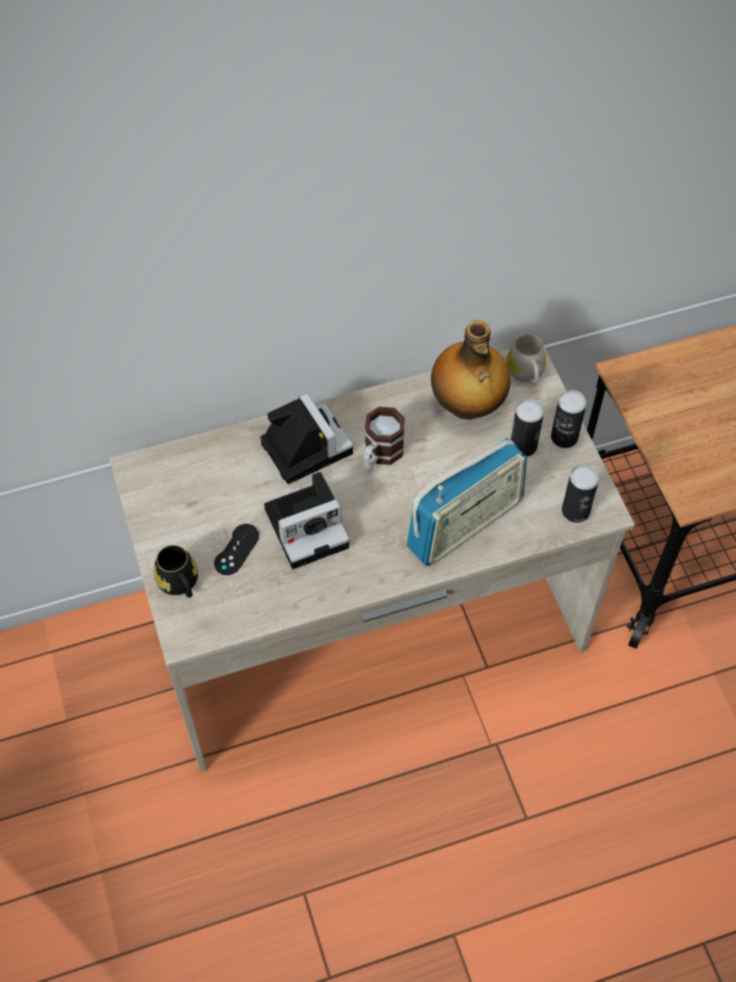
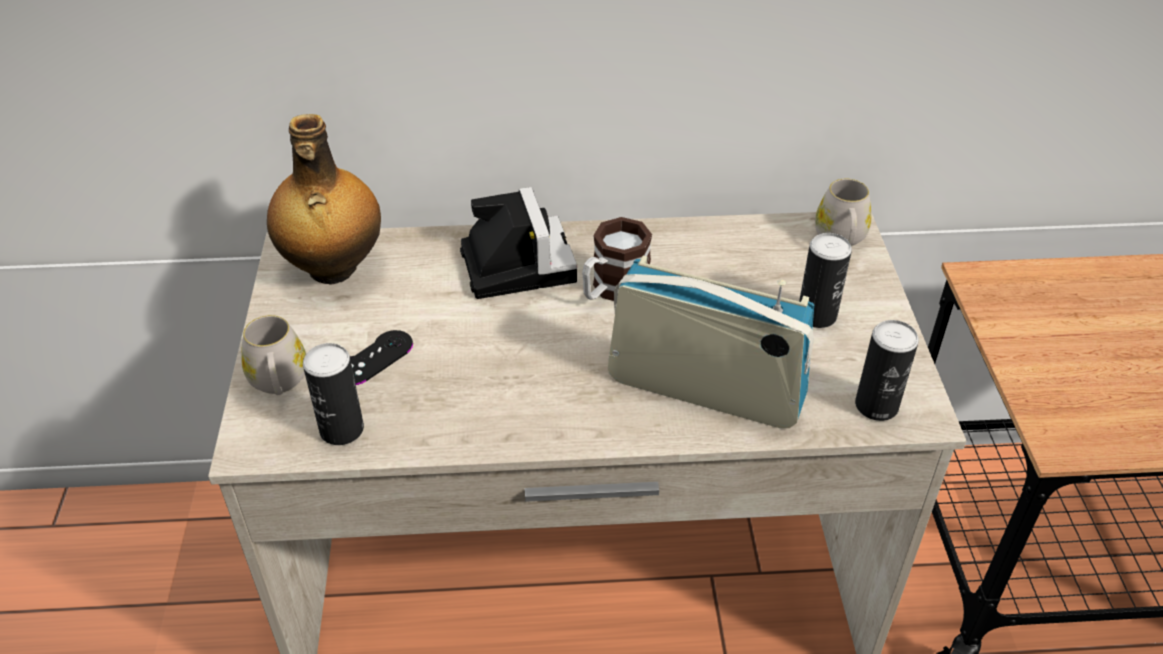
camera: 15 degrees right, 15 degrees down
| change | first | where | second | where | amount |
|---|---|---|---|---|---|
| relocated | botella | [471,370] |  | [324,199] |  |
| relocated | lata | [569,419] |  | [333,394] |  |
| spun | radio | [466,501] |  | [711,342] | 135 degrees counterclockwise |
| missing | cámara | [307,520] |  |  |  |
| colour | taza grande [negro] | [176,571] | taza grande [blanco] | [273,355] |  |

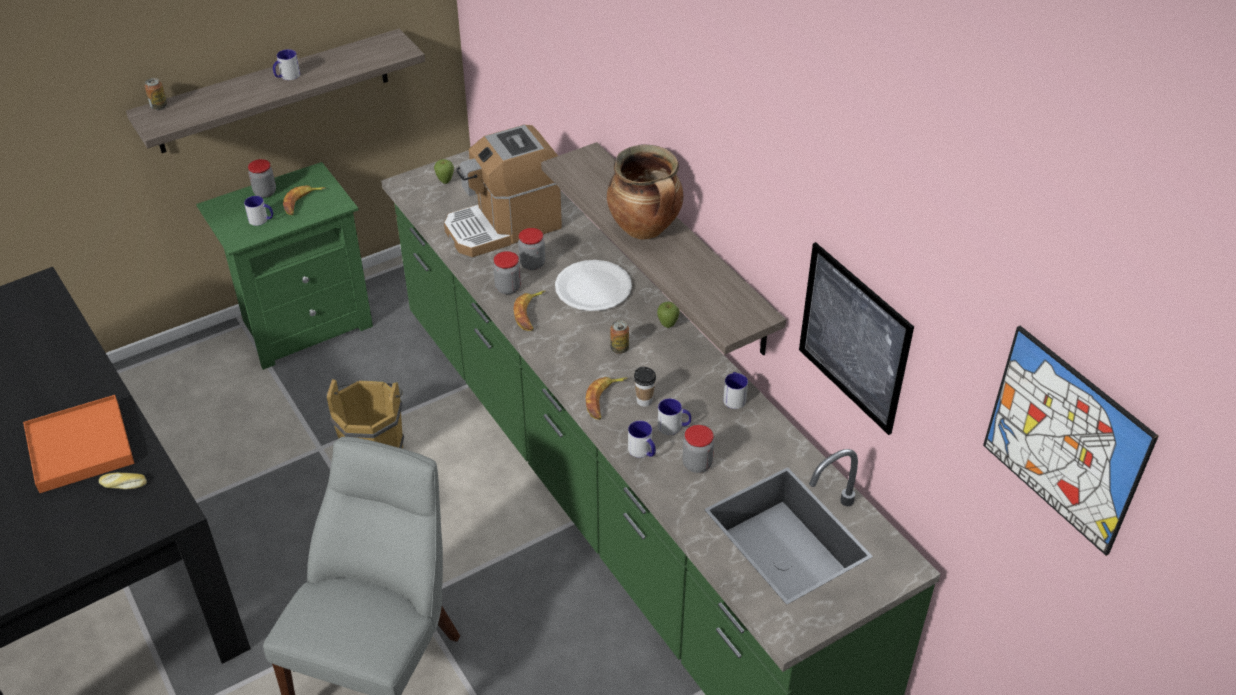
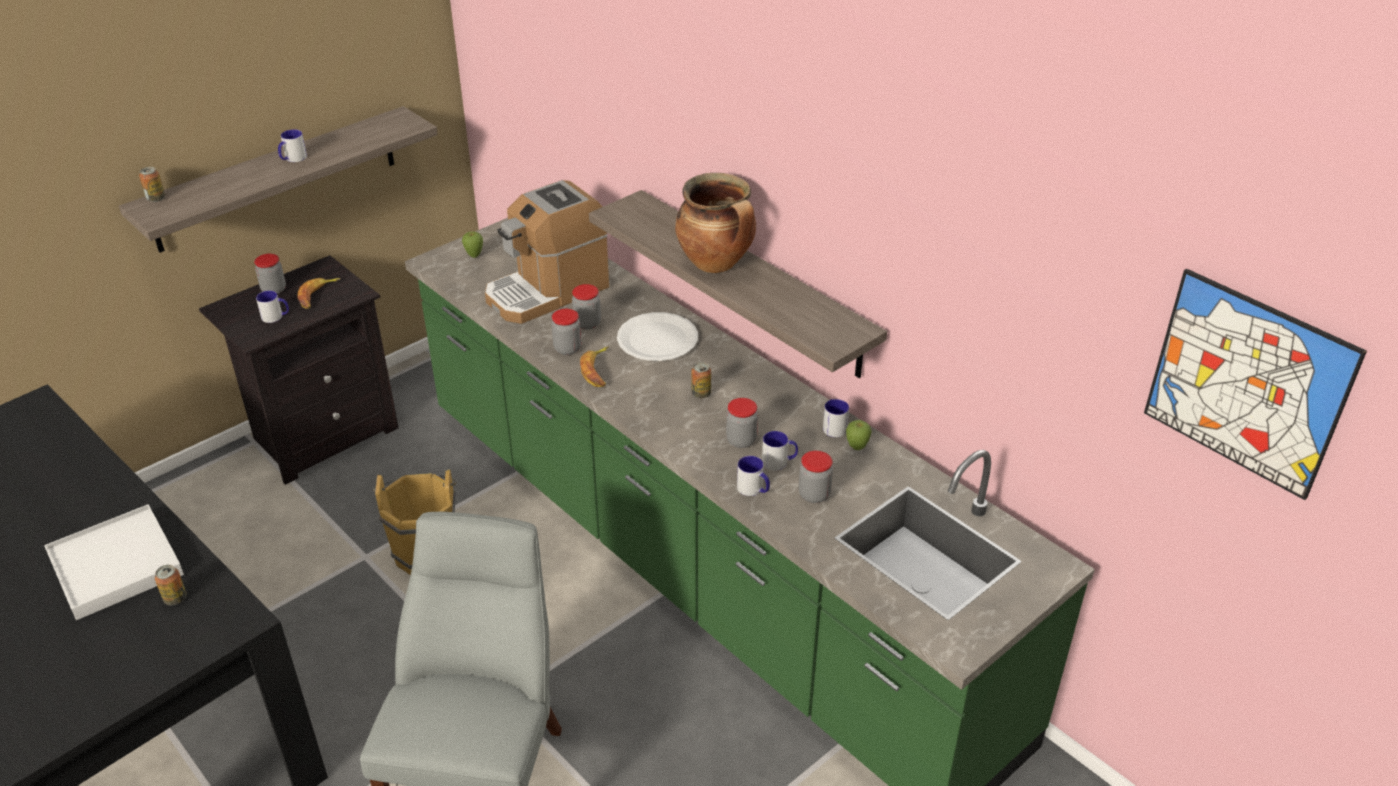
camera: 10 degrees left, 5 degrees down
| change | first | where | second | where | amount |
|---|---|---|---|---|---|
| colour | mesita de noche [verde] | [284,266] | mesita de noche [negro] | [299,370] |  |
| missing | cuadro | [856,338] |  |  |  |
| relocated | manzana | [668,315] |  | [859,435] |  |
| exchanged | taza | [645,387] | tarro | [742,423] |  |
| missing | plátano | [607,398] |  |  |  |
| colour | bandeja [naranja] | [78,444] | bandeja [blanco] | [114,562] |  |
| exchanged | pan | [123,480] | lata | [171,585] |  |

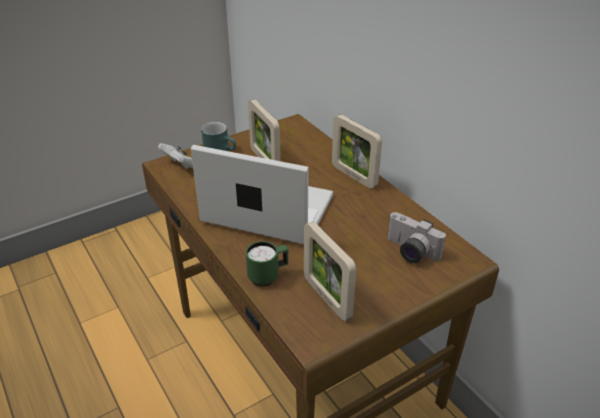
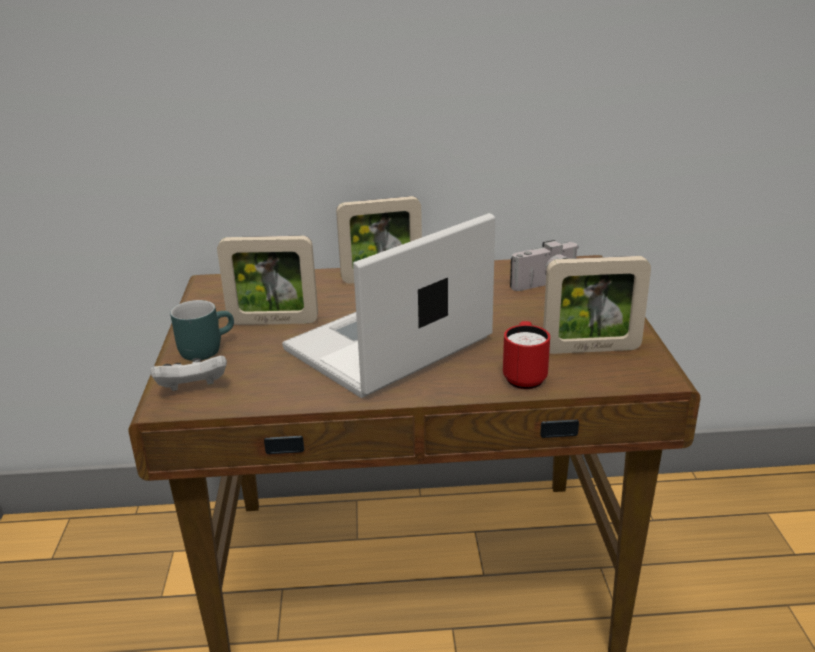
camera: 60 degrees left, 10 degrees down
| change | first | where | second | where | amount |
|---|---|---|---|---|---|
| colour | taza grande [verde] | [267,264] | taza grande [rojo] | [526,355] |  |

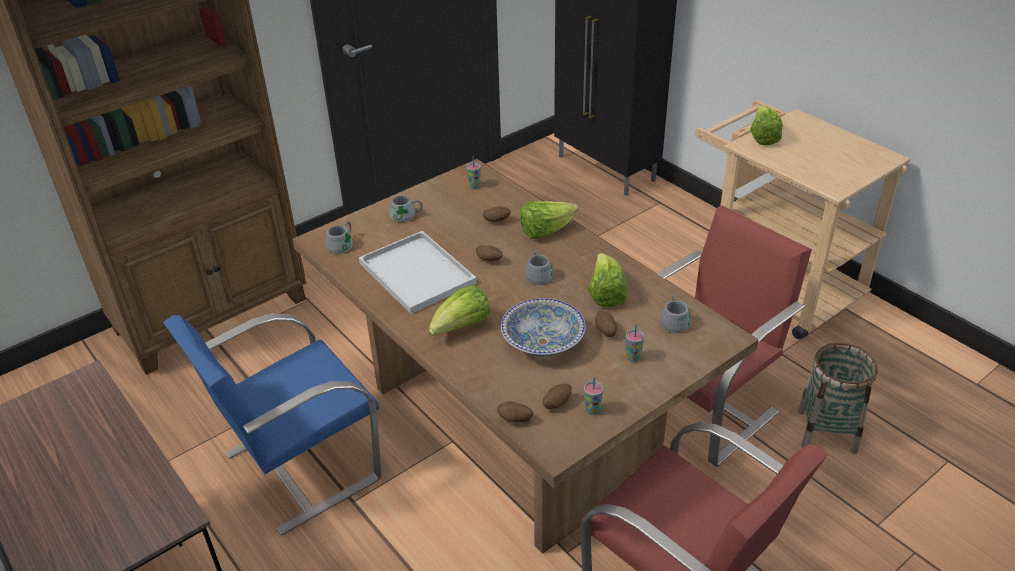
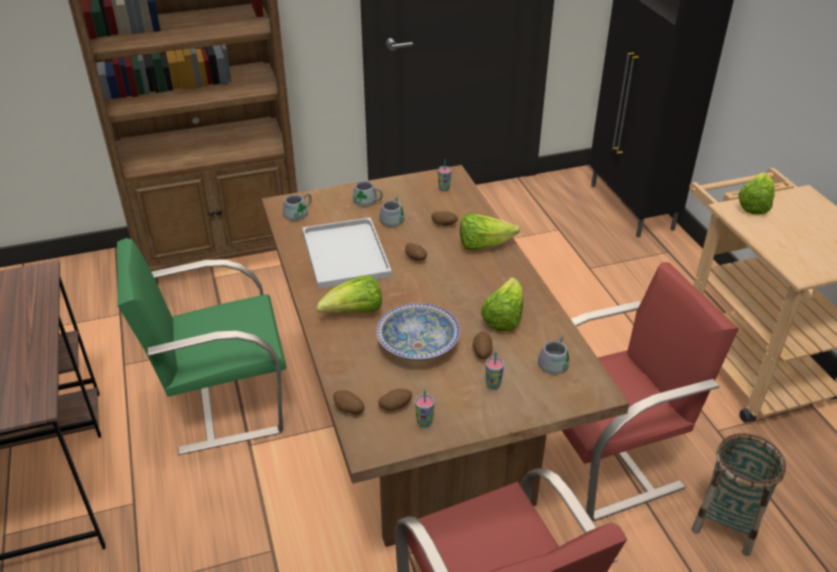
camera: 20 degrees right, 0 degrees up
| change | first | where | second | where | amount |
|---|---|---|---|---|---|
| relocated | taza grande [gris] | [541,267] |  | [394,211] |  |
| colour | silla [azul] | [272,424] | silla [verde] | [201,346] |  |

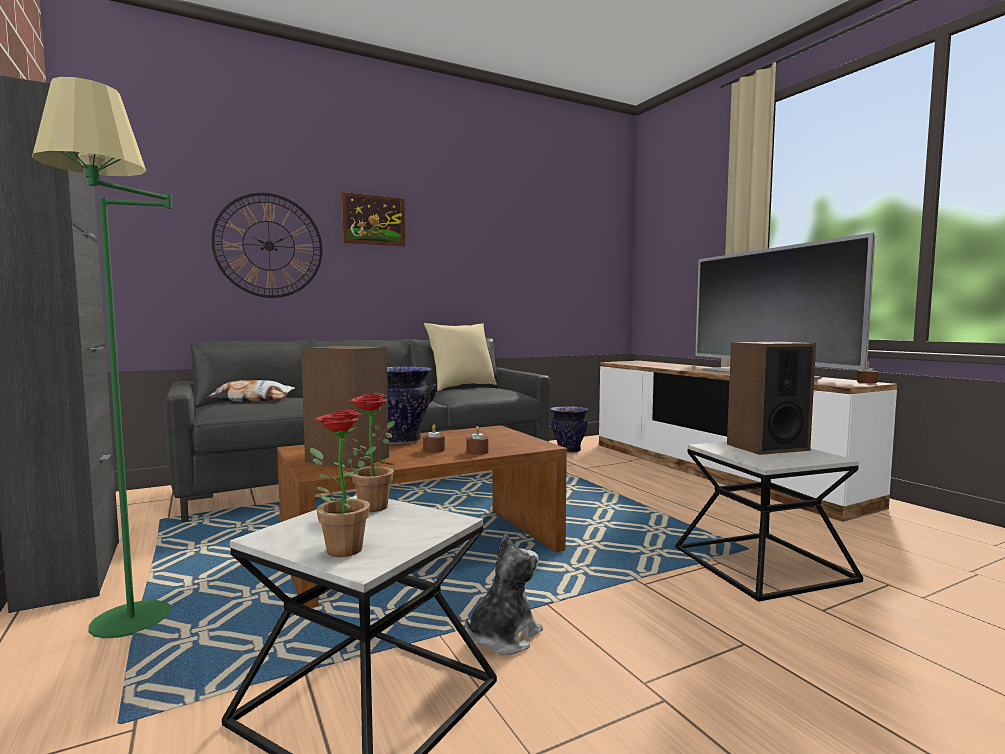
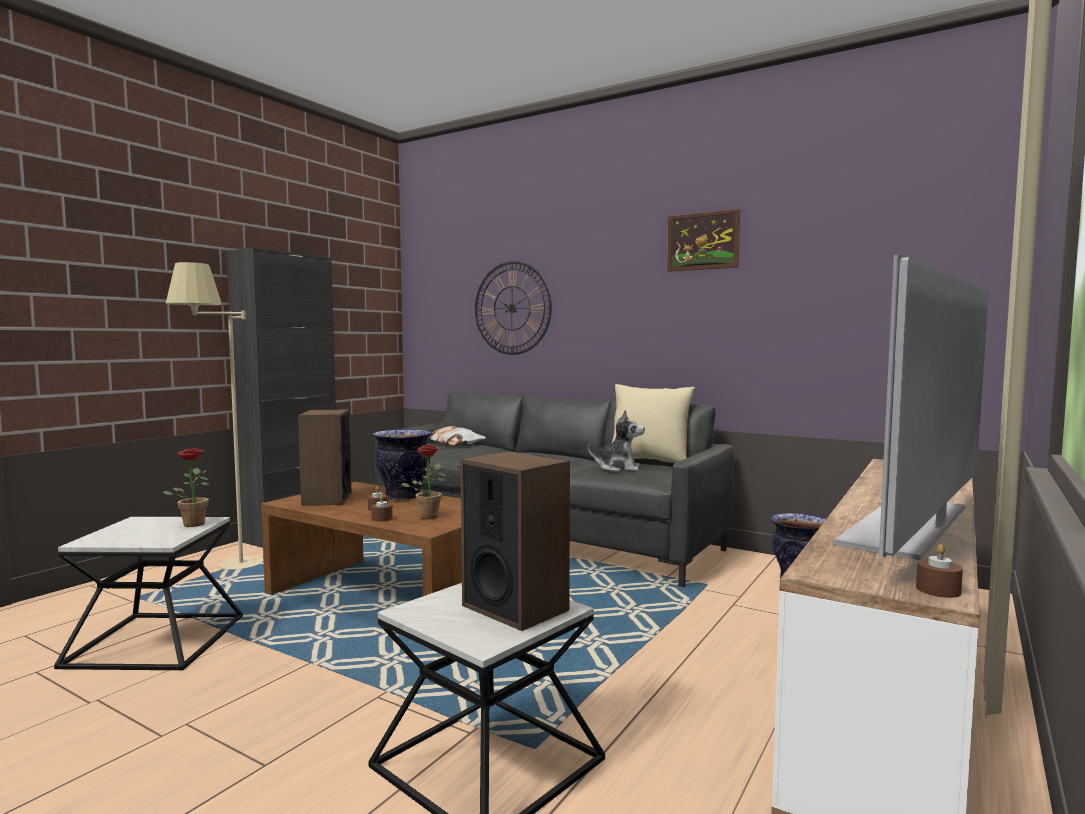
camera: 60 degrees right, 0 degrees up
| change | first | where | second | where | amount |
|---|---|---|---|---|---|
| colour | lámpara de pie [verde] | [102,357] | lámpara de pie [beis] | [214,416] |  |
| relocated | cuadro | [373,219] |  | [703,240] |  |
| relocated | planta en maceta | [343,483] |  | [424,482] |  |
| relocated | peluche | [504,594] |  | [616,441] |  |

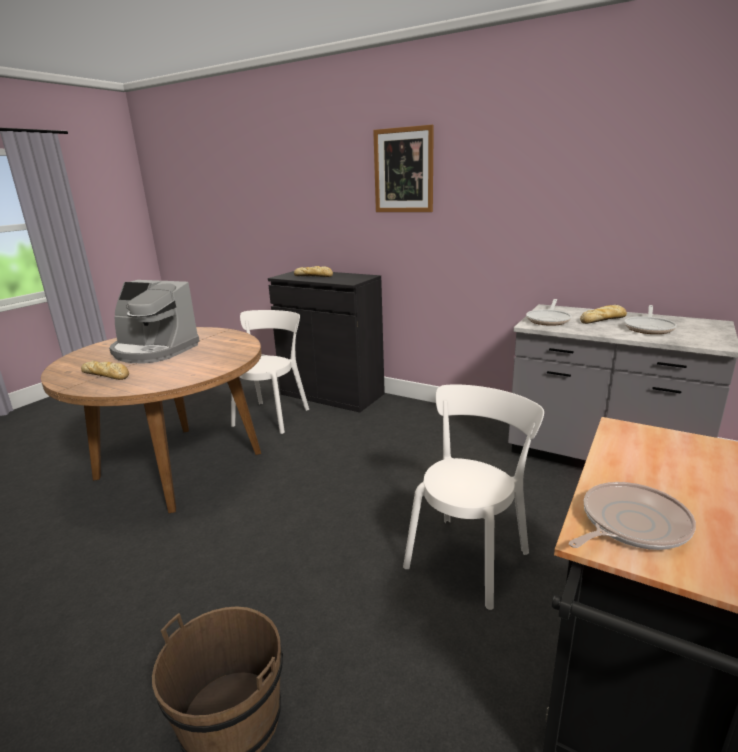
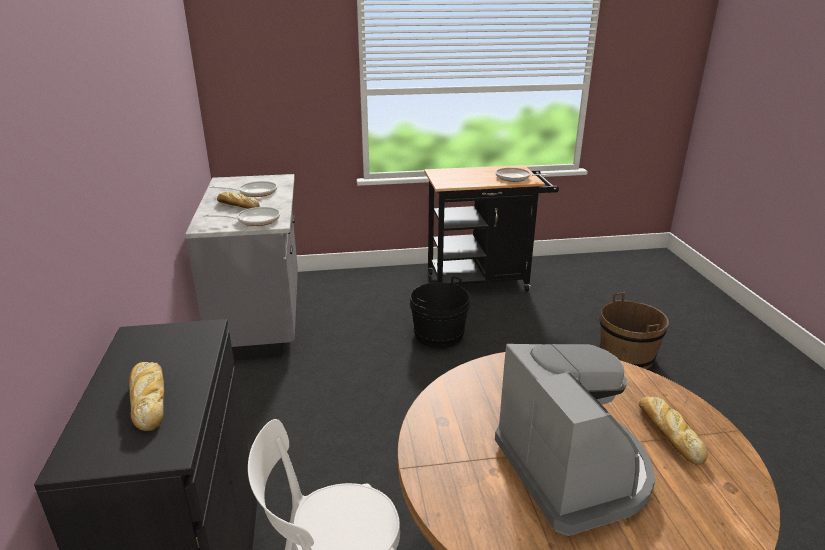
camera: 130 degrees left, 5 degrees up
| change | first | where | second | where | amount |
|---|---|---|---|---|---|
| missing | cuadro | [403,168] |  |  |  |
| exchanged | silla [blanco] | [473,497] | cubo [negro] | [440,312] |  |

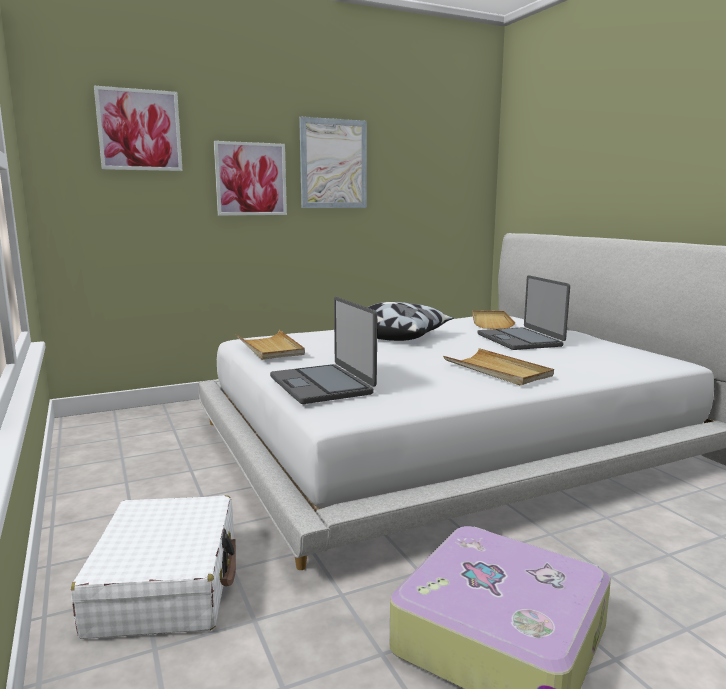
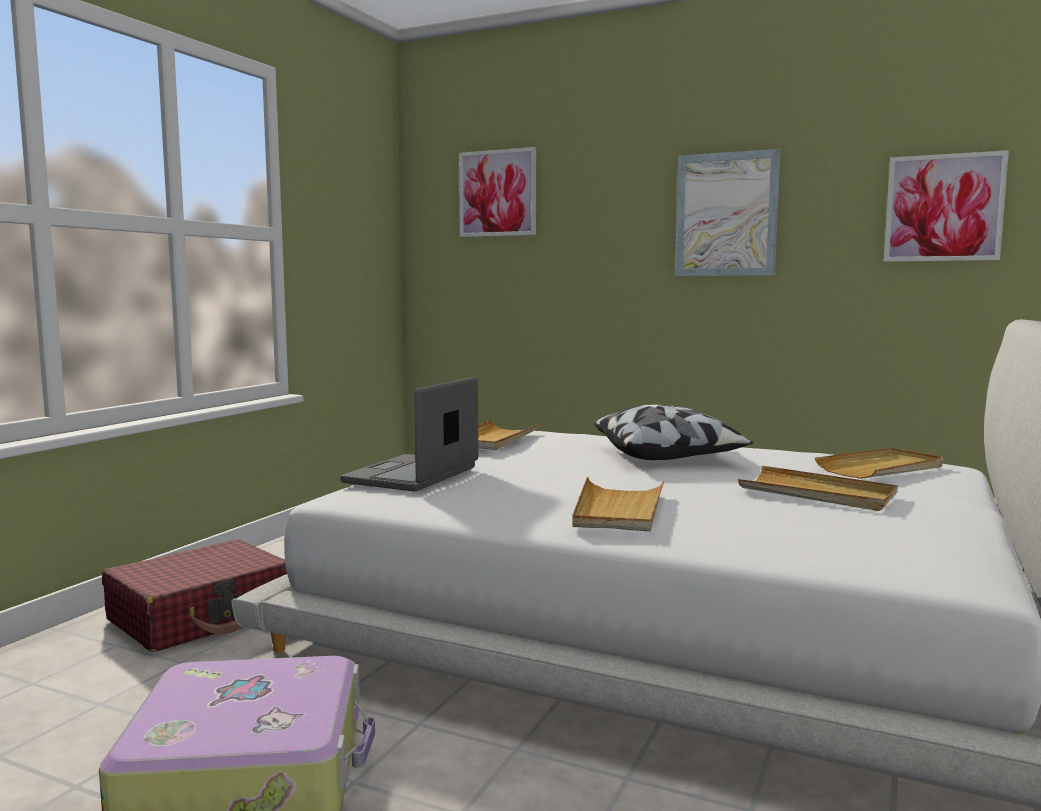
camera: 50 degrees right, 5 degrees down
| change | first | where | second | where | amount |
|---|---|---|---|---|---|
| relocated | cuadro | [250,178] |  | [946,206] |  |
| exchanged | portátil | [523,312] | bandeja [beis] | [818,488] |  |
| colour | maleta [blanco] | [153,567] | maleta [rojo] | [194,595] |  |

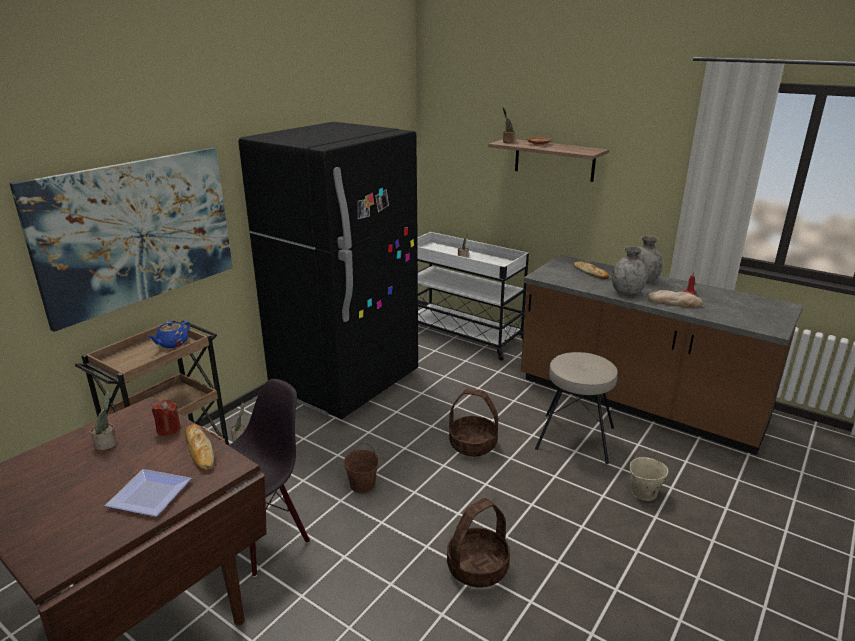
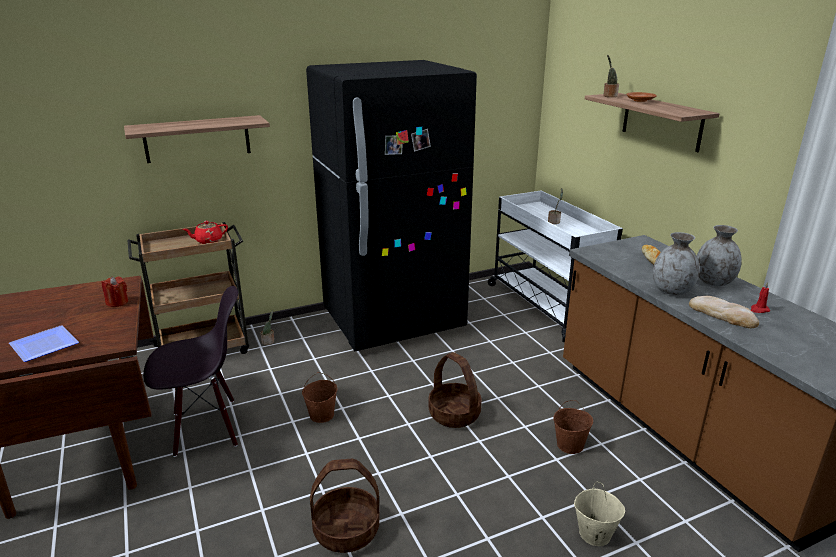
camera: 30 degrees right, 0 degrees up
| change | first | where | second | where | amount |
|---|---|---|---|---|---|
| exchanged | cuadro | [121,239] | estante | [197,139] |  |
| colour | tetera [azul] | [169,334] | tetera [rojo] | [205,232] |  |
| exchanged | taburete [beis] | [576,408] | cubo [marrón] | [573,427] |  |
| missing | planta en maceta | [104,420] |  |  |  |
| missing | pan | [199,447] |  |  |  |

